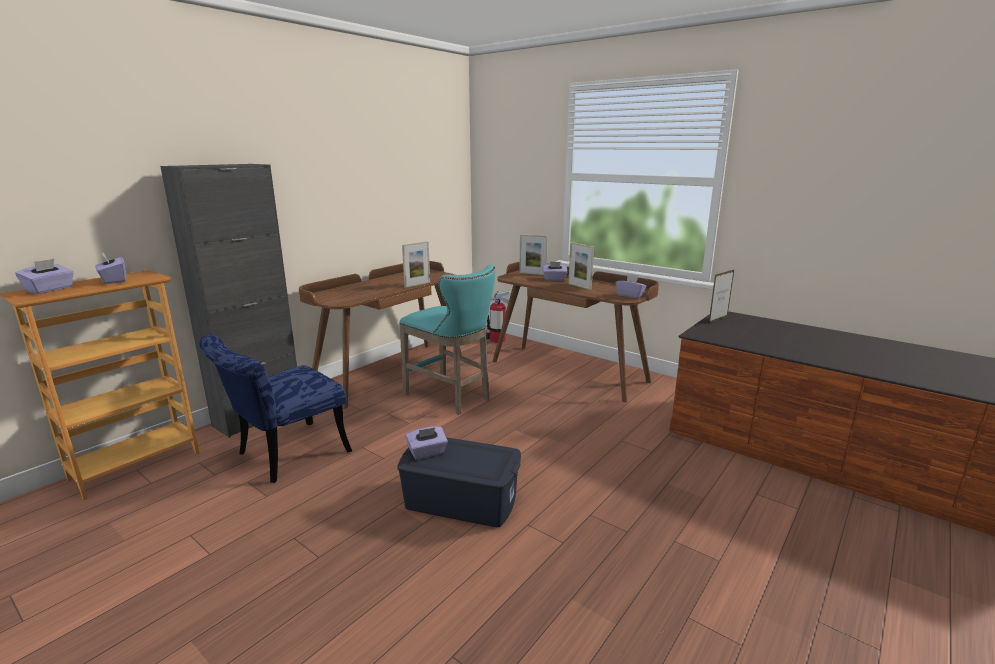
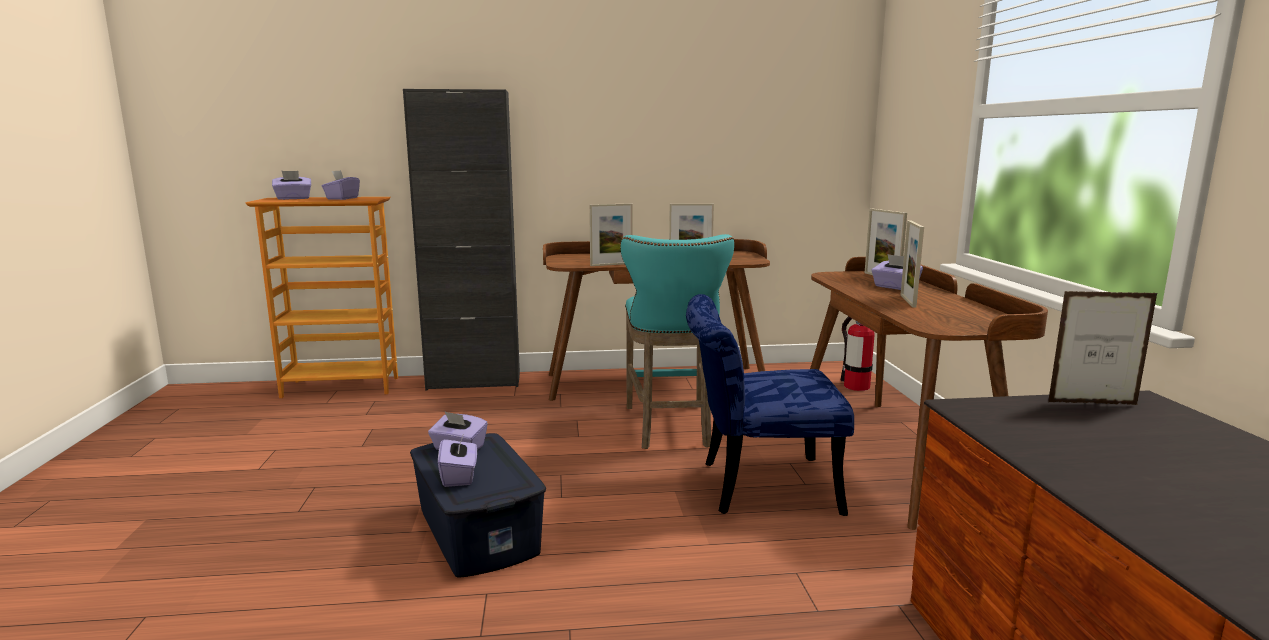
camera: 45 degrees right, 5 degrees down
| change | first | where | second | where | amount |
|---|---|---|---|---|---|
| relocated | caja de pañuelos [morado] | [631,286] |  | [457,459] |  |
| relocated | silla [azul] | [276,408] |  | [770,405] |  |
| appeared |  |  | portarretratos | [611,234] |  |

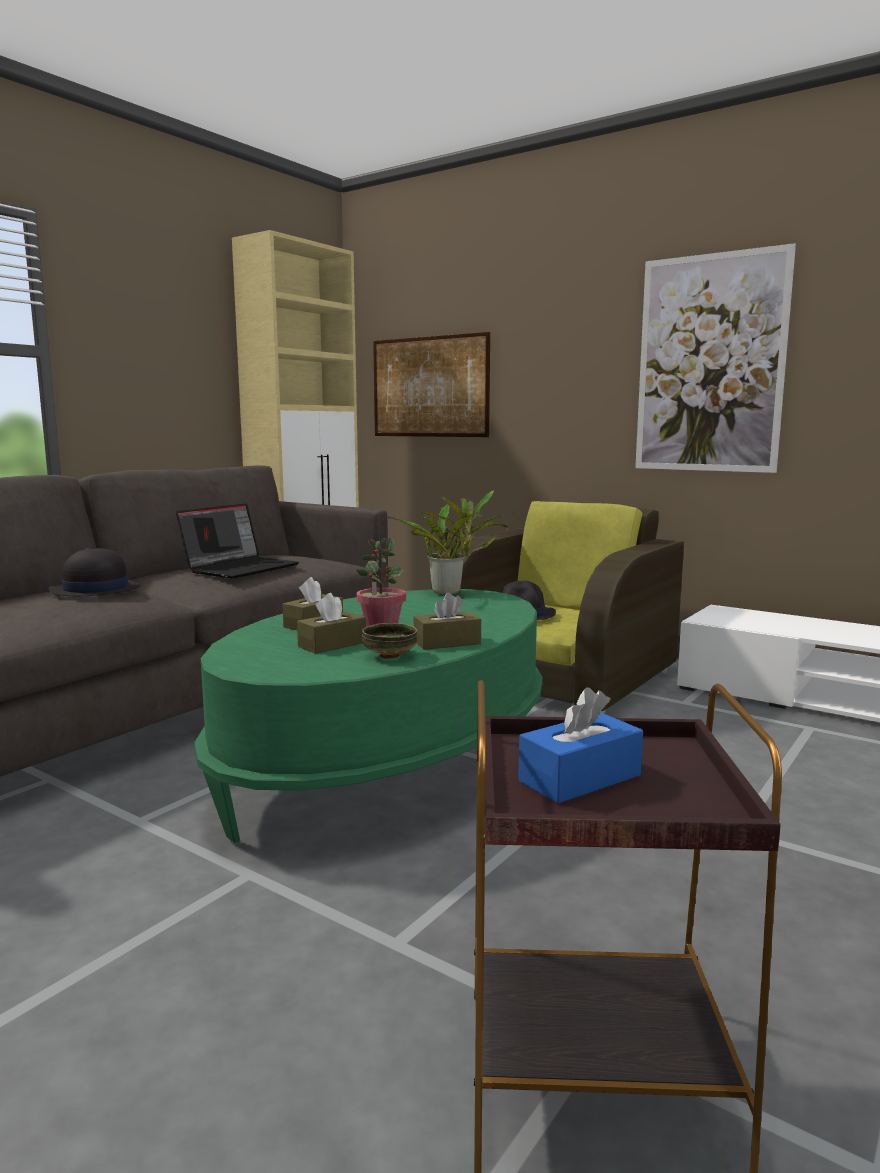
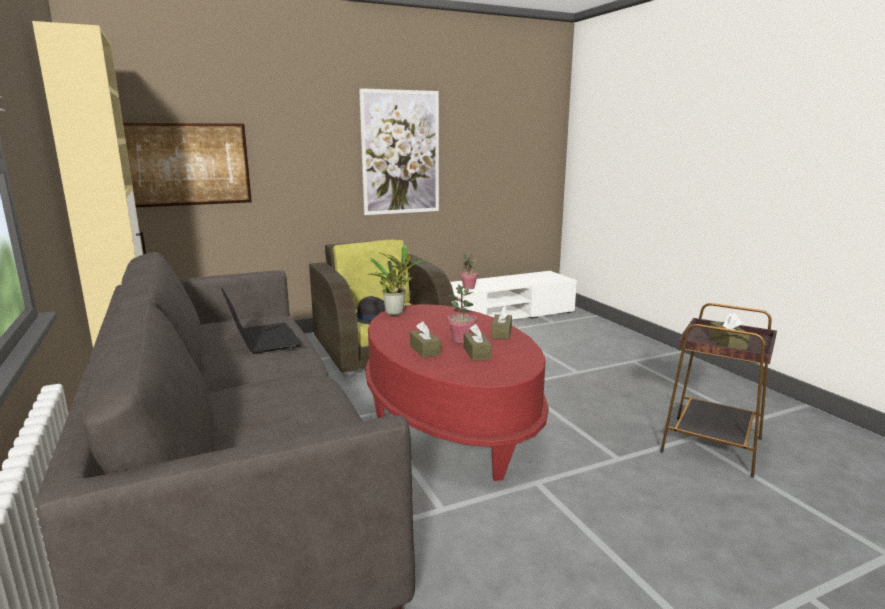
camera: 60 degrees left, 5 degrees up
| change | first | where | second | where | amount |
|---|---|---|---|---|---|
| missing | sombrero [negro] | [95,572] |  |  |  |
| colour | mesa de centro [verde] | [368,716] | mesa de centro [rojo] | [457,392] |  |
| missing | cuenco | [389,641] |  |  |  |
| colour | caja de pañuelos [azul] | [580,745] | caja de pañuelos [marrón] | [729,331] |  |
| appeared |  |  | planta en maceta | [469,271] |  |

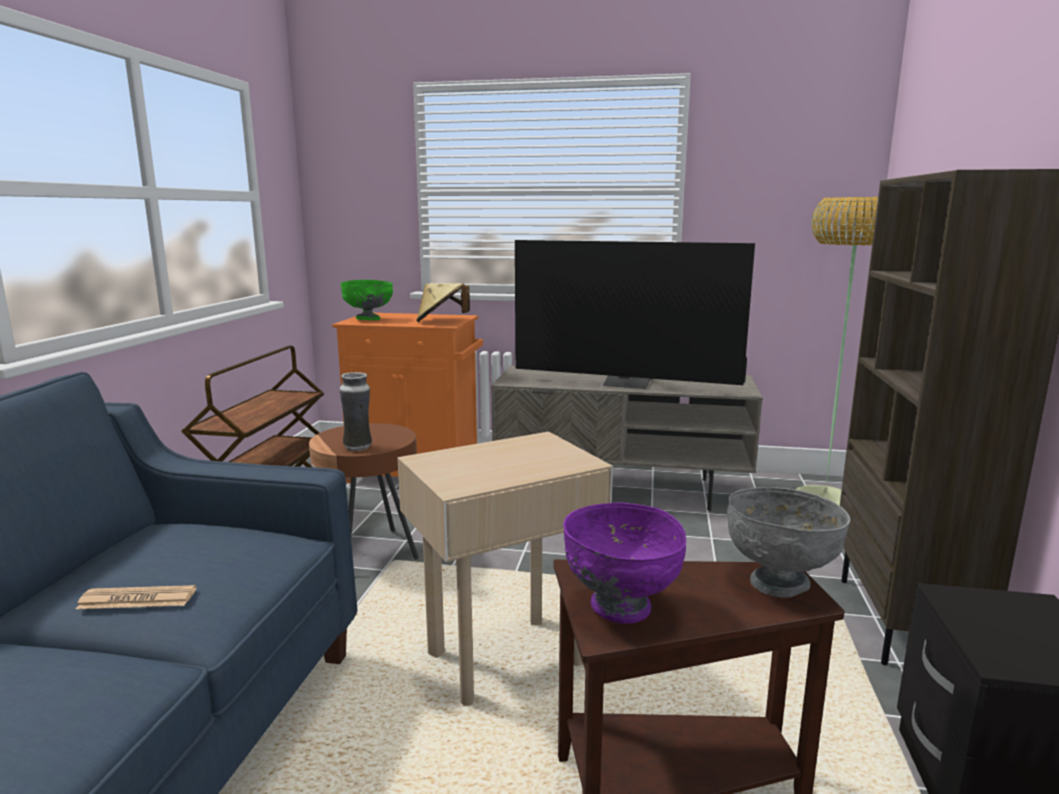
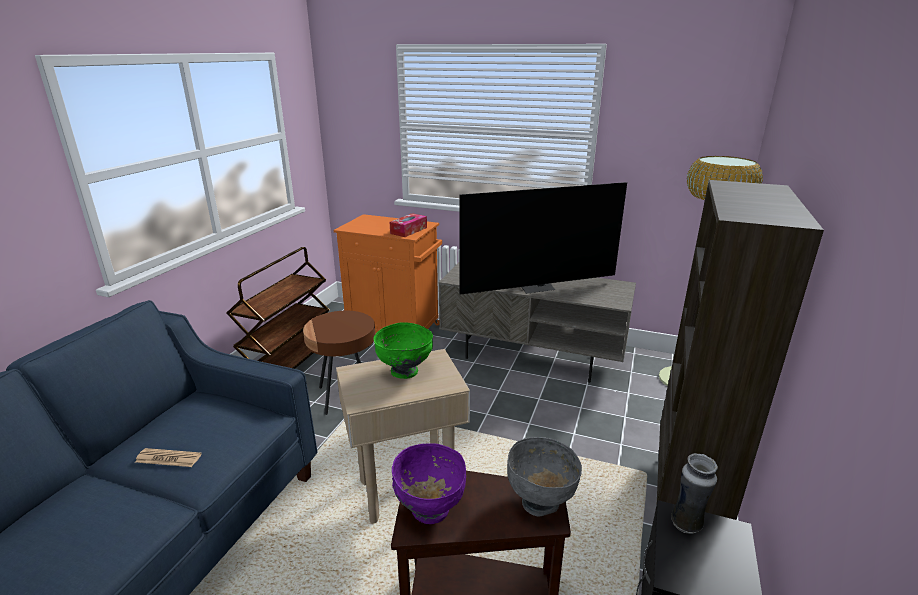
camera: 10 degrees right, 10 degrees up
| change | first | where | second | where | amount |
|---|---|---|---|---|---|
| spun | televisor | [635,314] |  | [543,238] | 45 degrees counterclockwise |
| relocated | cuenco [verde] | [366,300] |  | [403,350] |  |
| exchanged | sombrero [beis] | [443,302] | caja de pañuelos | [408,225] |  |
| relocated | florero | [356,411] |  | [694,493] |  |

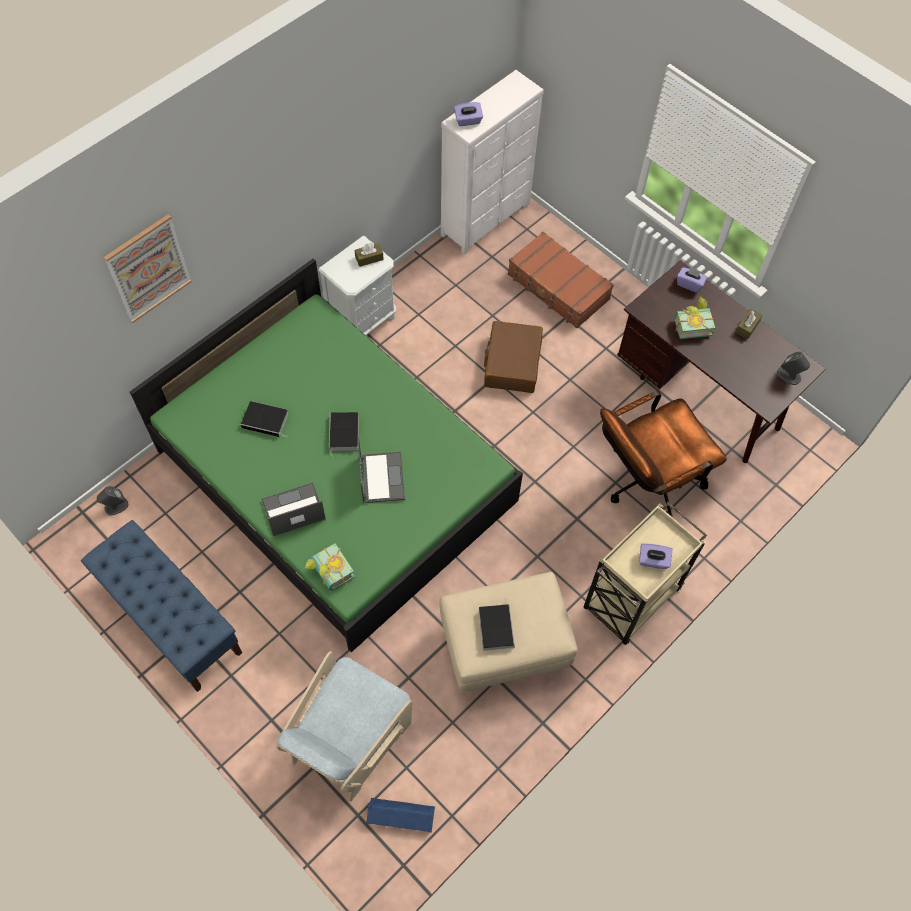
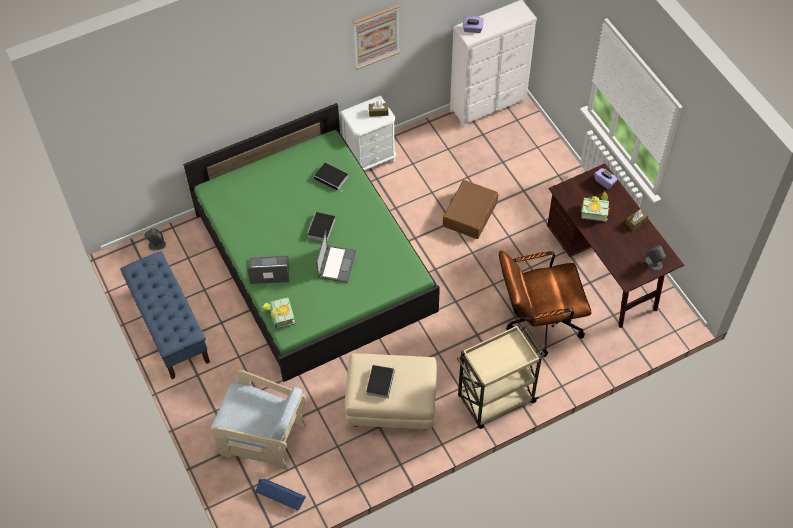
camera: 20 degrees right, 5 degrees down
| change | first | where | second | where | amount |
|---|---|---|---|---|---|
| relocated | cuadro | [148,268] |  | [376,37] |  |
| missing | maleta [marrón] | [561,279] |  |  |  |
| relocated | libro | [264,419] |  | [331,177] |  |
| missing | caja de pañuelos [morado] | [656,556] |  |  |  |
| spun | sillón [beis] | [344,726] |  | [258,420] | 120 degrees counterclockwise |

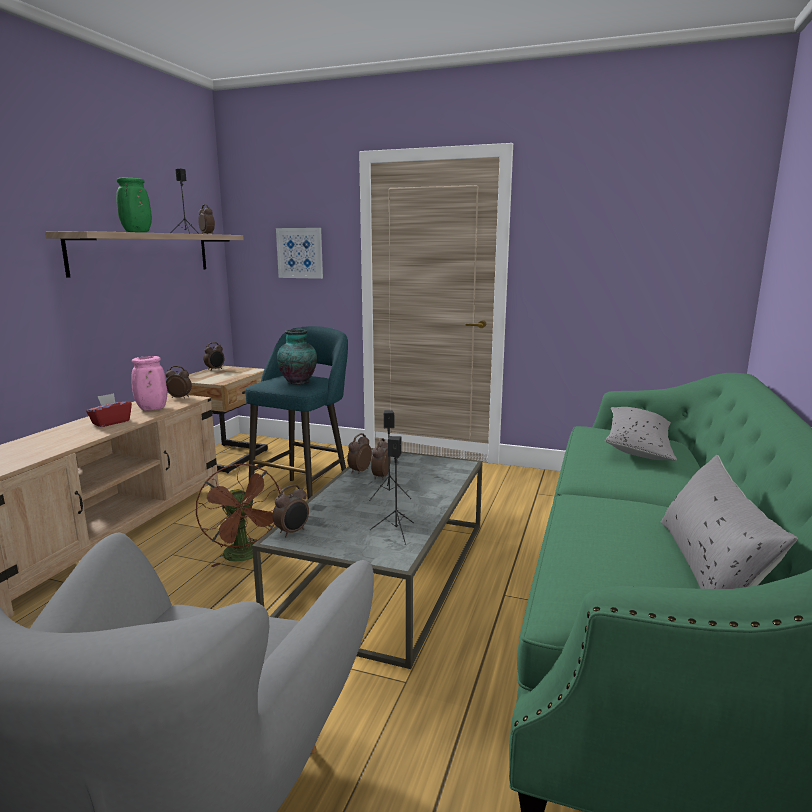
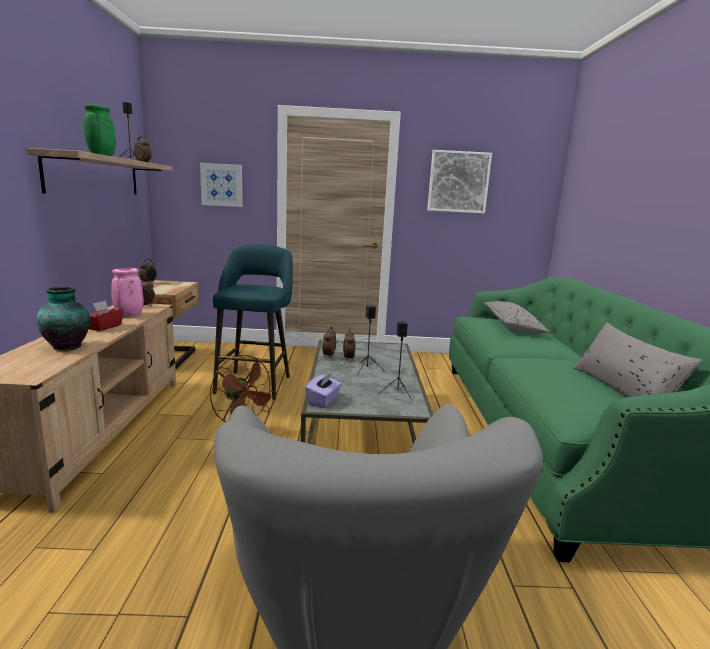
camera: 20 degrees left, 0 degrees up
| change | first | where | second | where | amount |
|---|---|---|---|---|---|
| relocated | florero | [297,357] |  | [63,318] |  |
| exchanged | despertador | [290,511] | caja de pañuelos [morado] | [323,390] |  |
| appeared |  |  | cuadro | [459,182] |  |

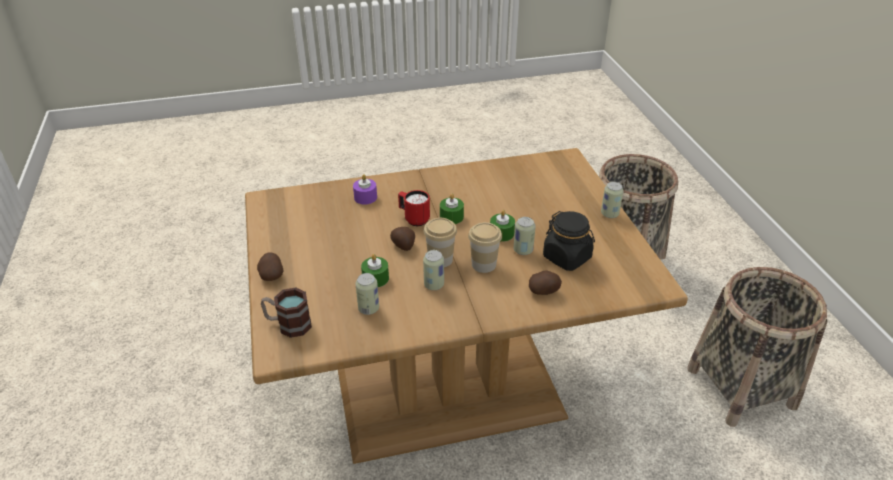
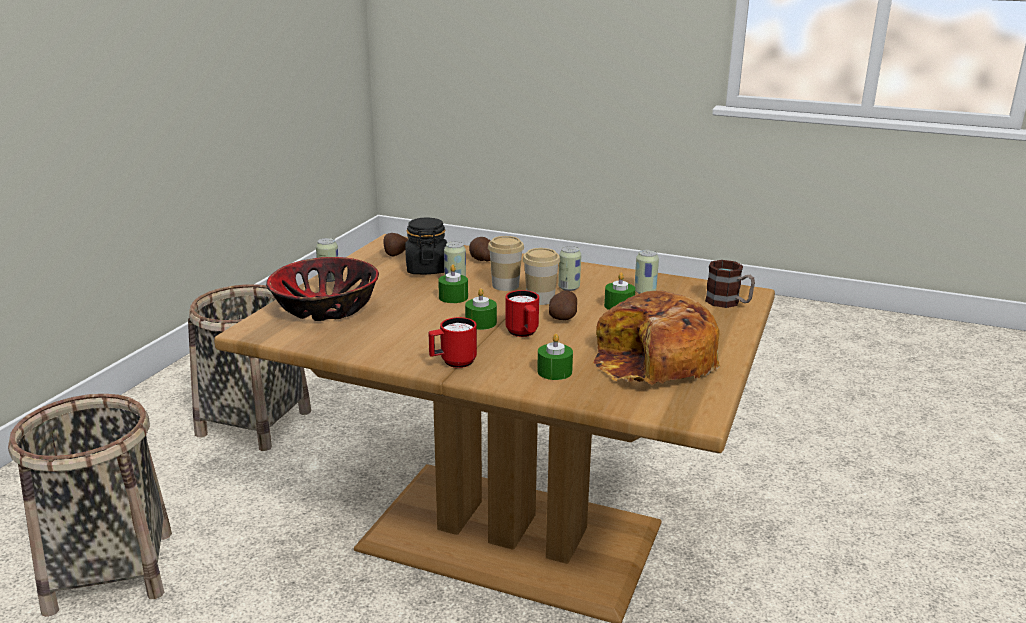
camera: 145 degrees left, 15 degrees down
| change | first | where | second | where | amount |
|---|---|---|---|---|---|
| colour | vela [morado] | [365,189] | vela [verde] | [555,357] |  |
| relocated | patata | [270,266] |  | [395,245] |  |
| appeared |  |  | cuenco | [322,289] |  |
| appeared |  |  | pan | [656,338] |  |
| appeared |  |  | taza grande [rojo] | [452,342] |  |

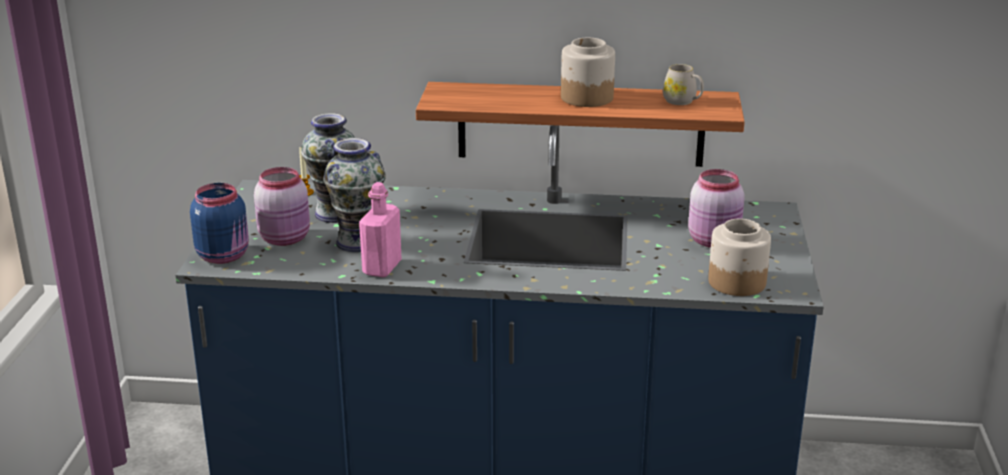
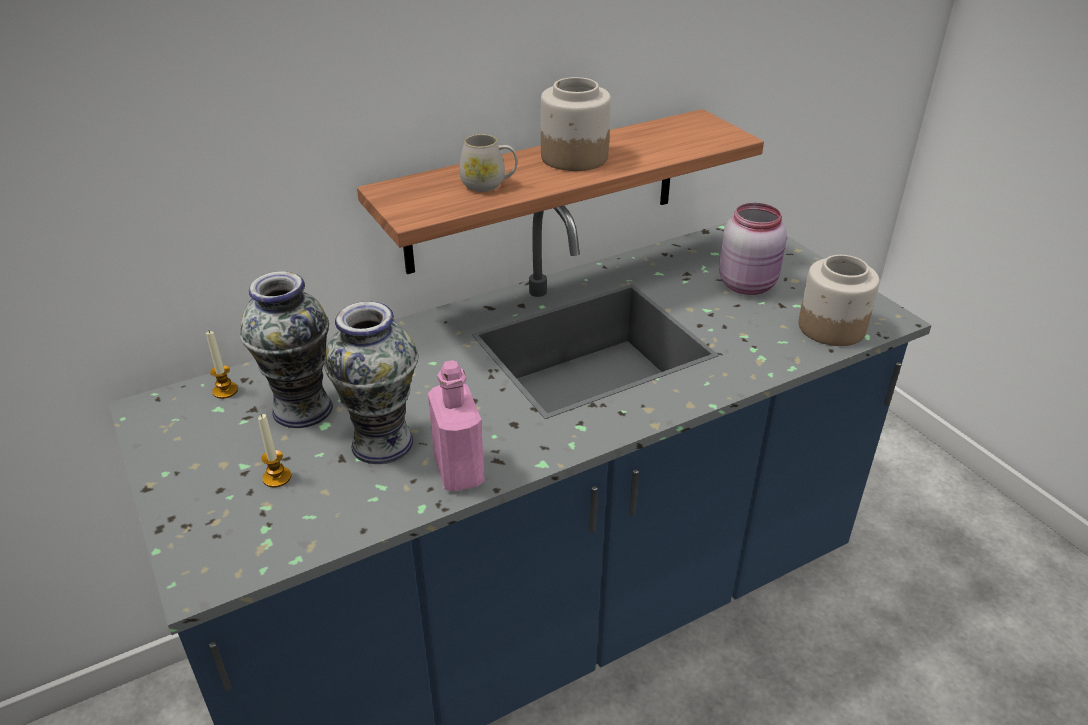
camera: 35 degrees left, 10 degrees up
| change | first | where | second | where | amount |
|---|---|---|---|---|---|
| relocated | taza grande [blanco] | [683,84] |  | [488,163] |  |
| exchanged | tarro [rosa] | [282,206] | vela | [274,451] |  |
| missing | tarro [azul] | [219,223] |  |  |  |

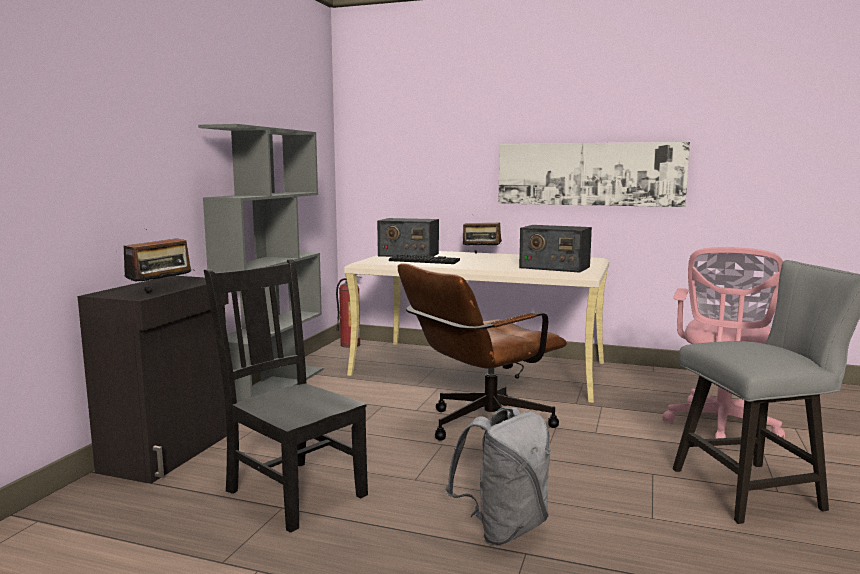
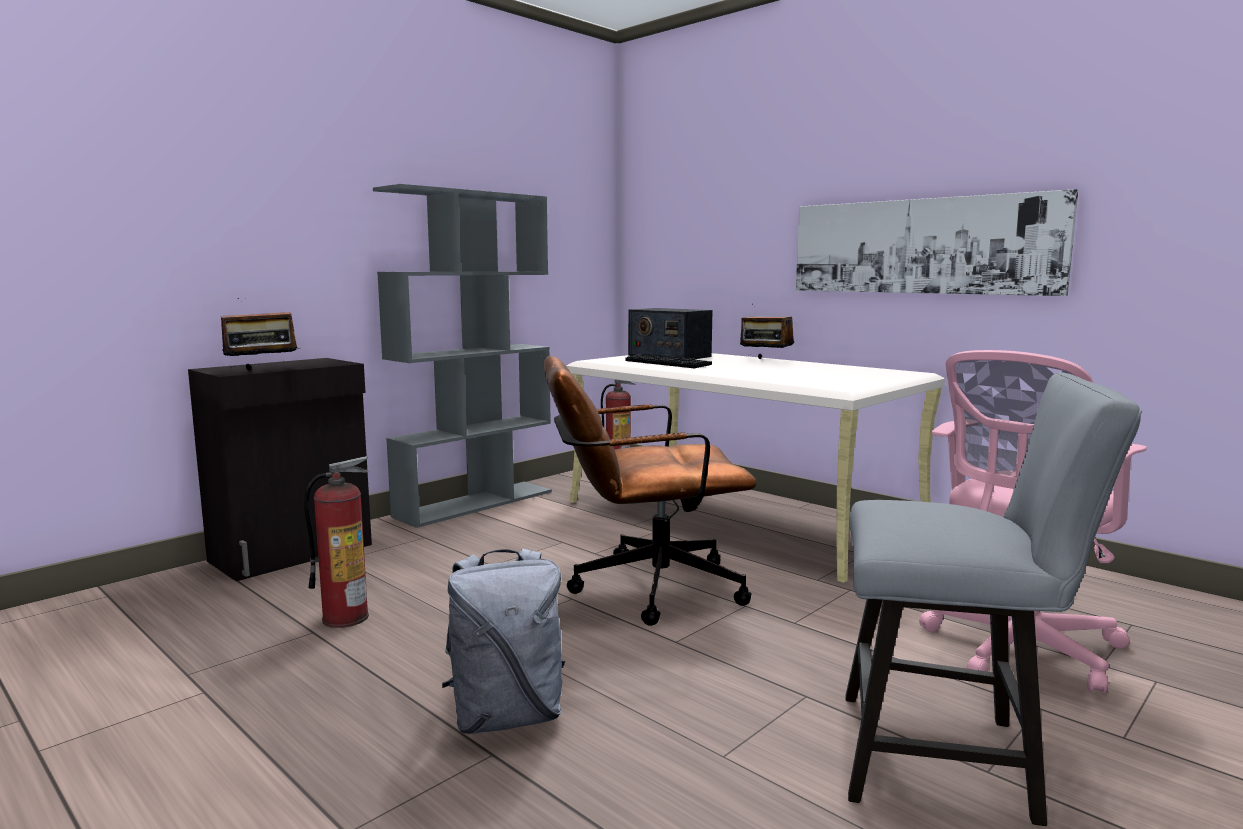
camera: 25 degrees right, 0 degrees up
| change | first | where | second | where | amount |
|---|---|---|---|---|---|
| missing | radio | [555,249] |  |  |  |
| exchanged | silla [negro] | [286,396] | extintor | [336,542] |  |

